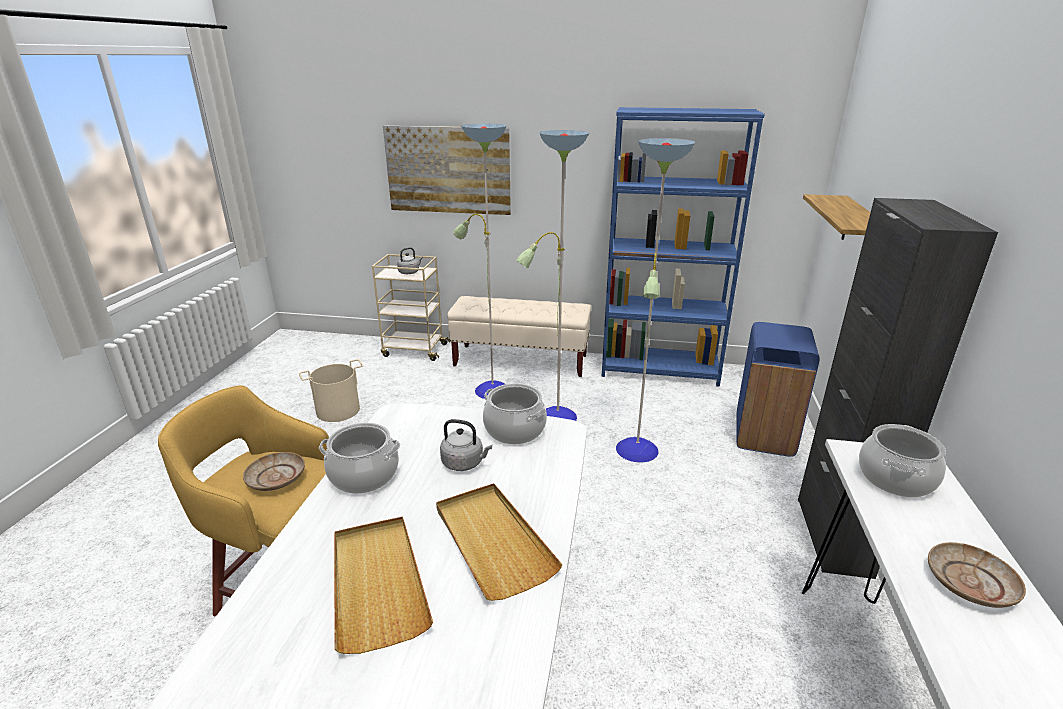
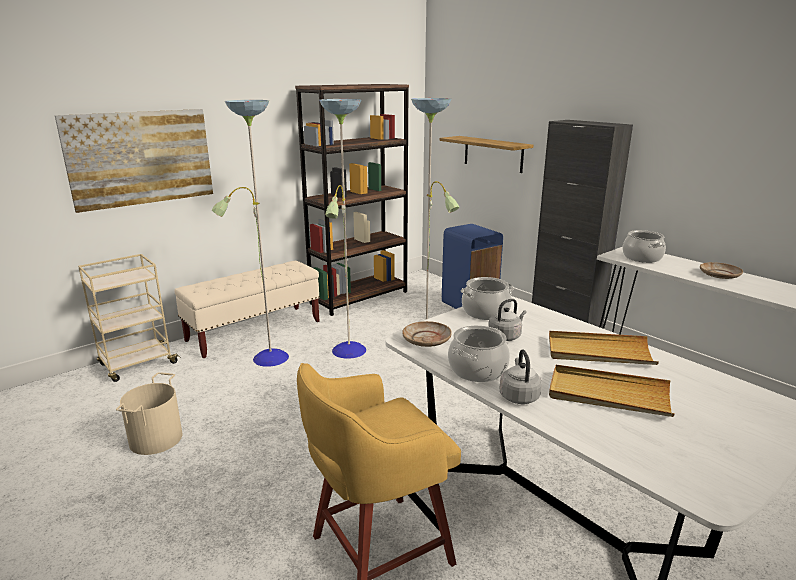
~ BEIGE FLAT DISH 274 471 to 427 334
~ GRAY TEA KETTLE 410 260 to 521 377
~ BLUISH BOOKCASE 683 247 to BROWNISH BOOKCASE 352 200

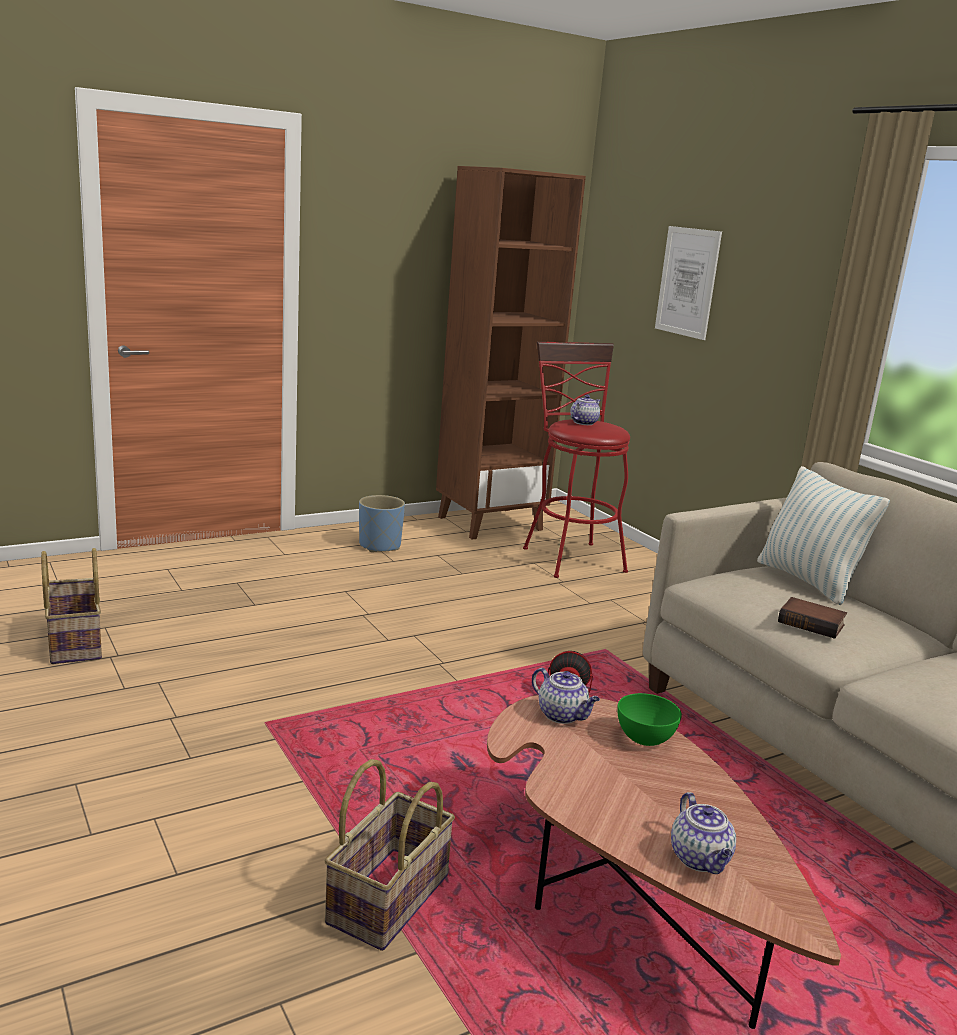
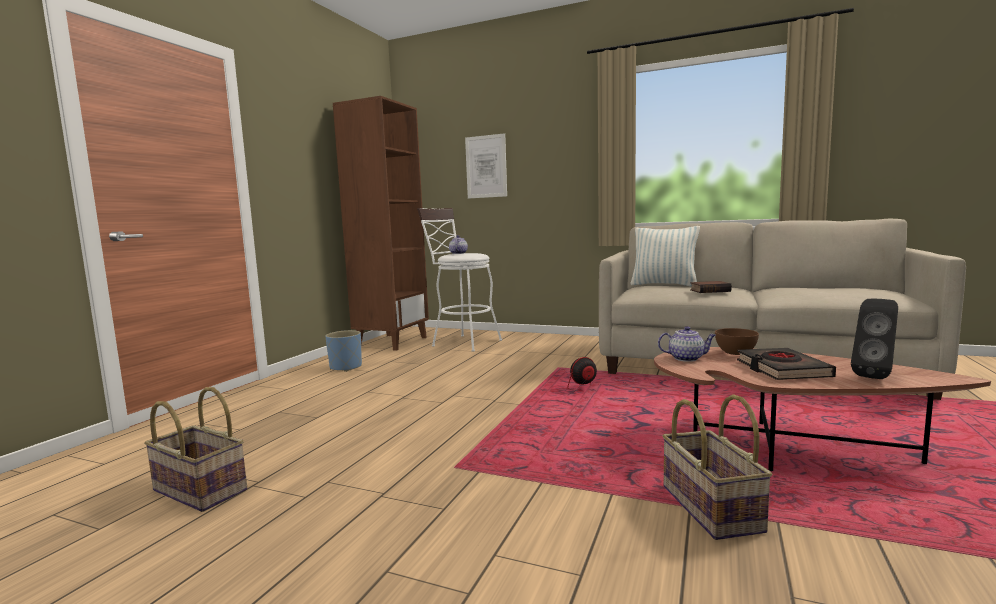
+ BLACKISH VOLUME 786 364
~ TEA POT 703 833 to BLACKISH SPEAKER 874 339
~ RED STOOL 576 459 to WHITE-COLOURED STOOL 459 280
~ GREEN-COLOURED SERVING BOWL 649 719 to BROWNISH SERVING BOWL 737 341

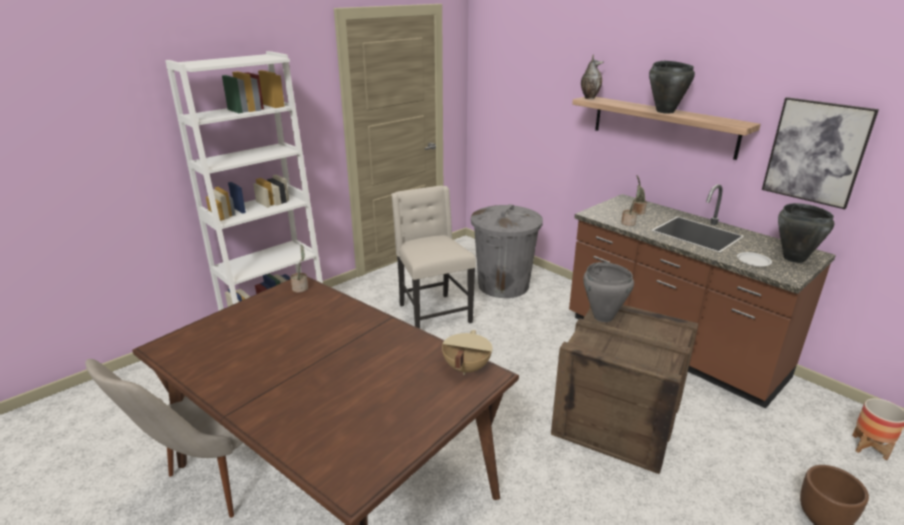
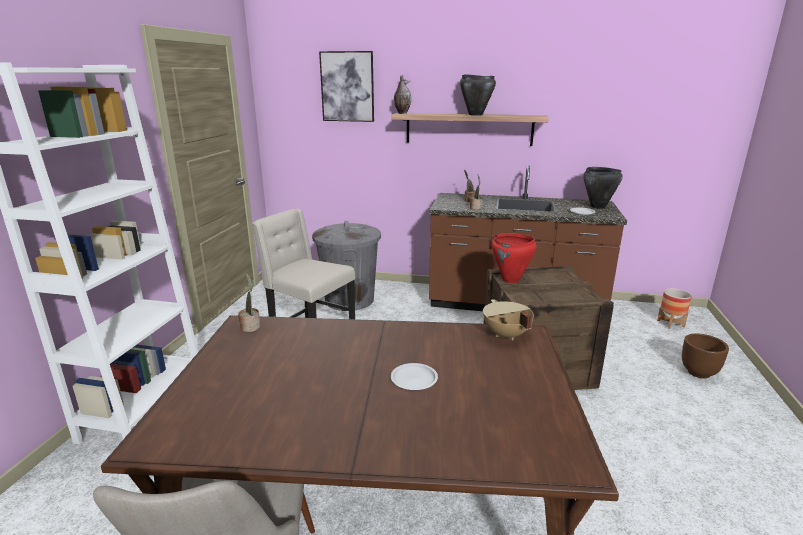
+ WHITE-COLOURED FLAT DISH 414 376
~ WALL PICTURE 820 153 to 346 86
~ GRAY STOCKPOT 608 292 to RED STOCKPOT 514 258

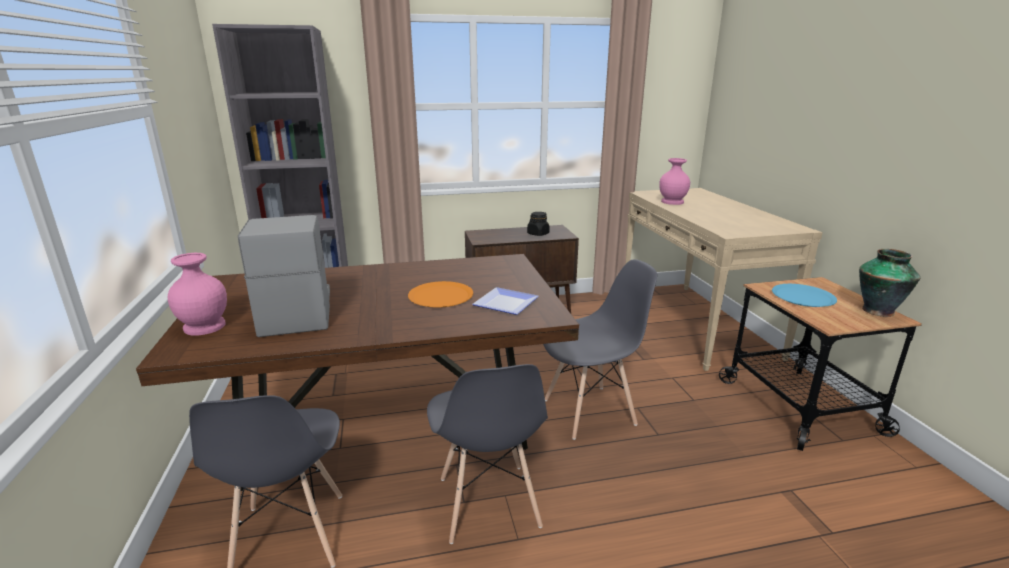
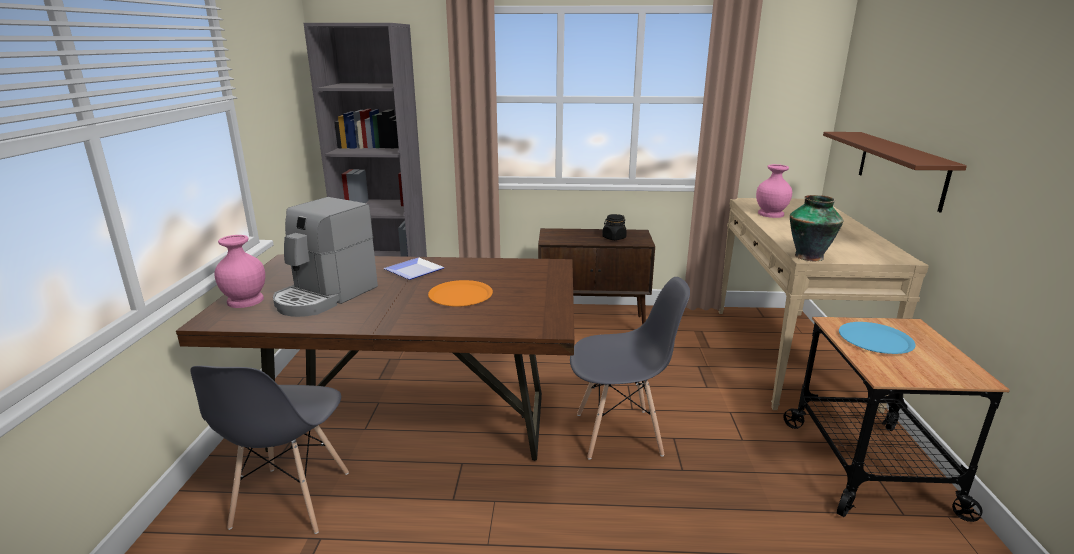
- GRAY CHAIR 487 454
+ BROWNISH WALL SHELF 895 172
~ FLAT DISH 505 301 to 414 268
~ DECORATIVE VASE 889 283 to 817 228
~ COFFEE MACHINE 284 276 = 325 257 150 degrees counterclockwise

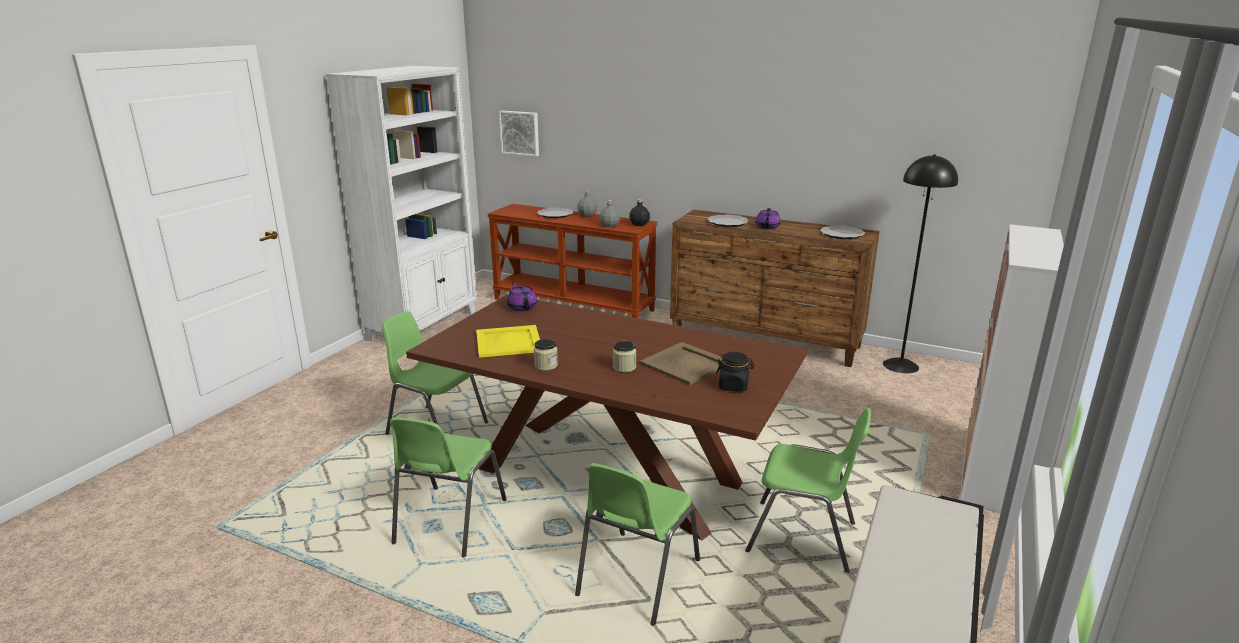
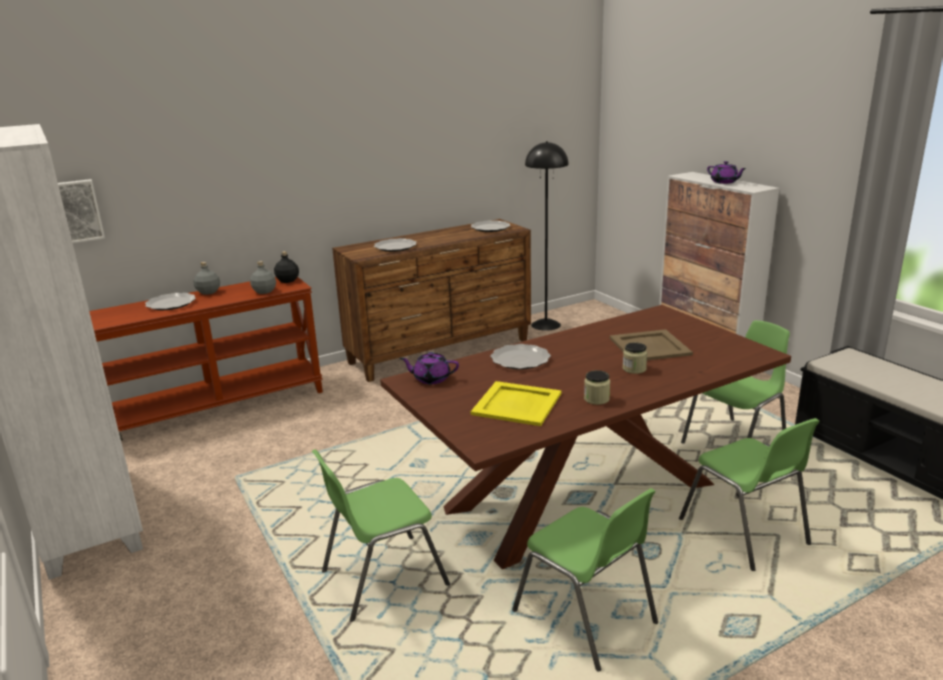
- BLACKISH JAR 735 372
+ FLAT DISH 520 357
~ PURPLE TEA POT 768 218 to 726 172

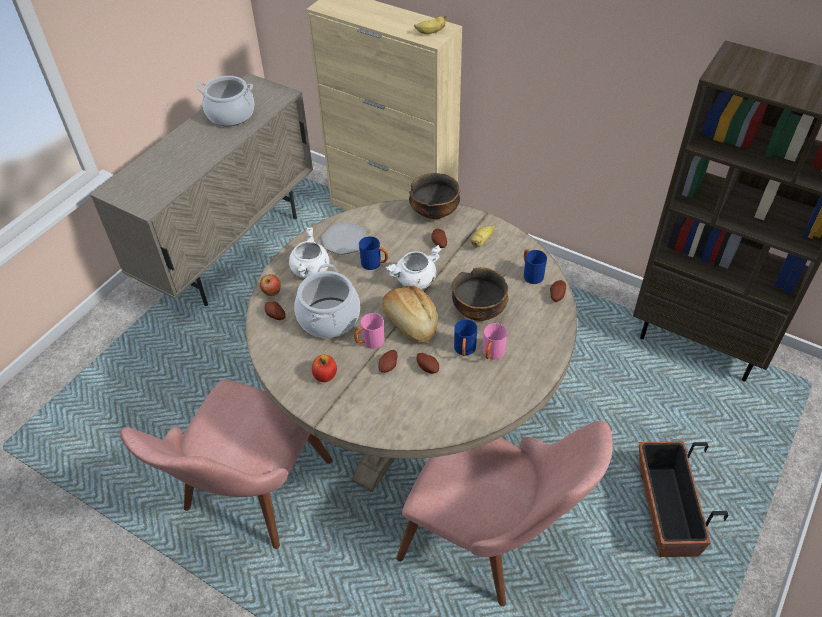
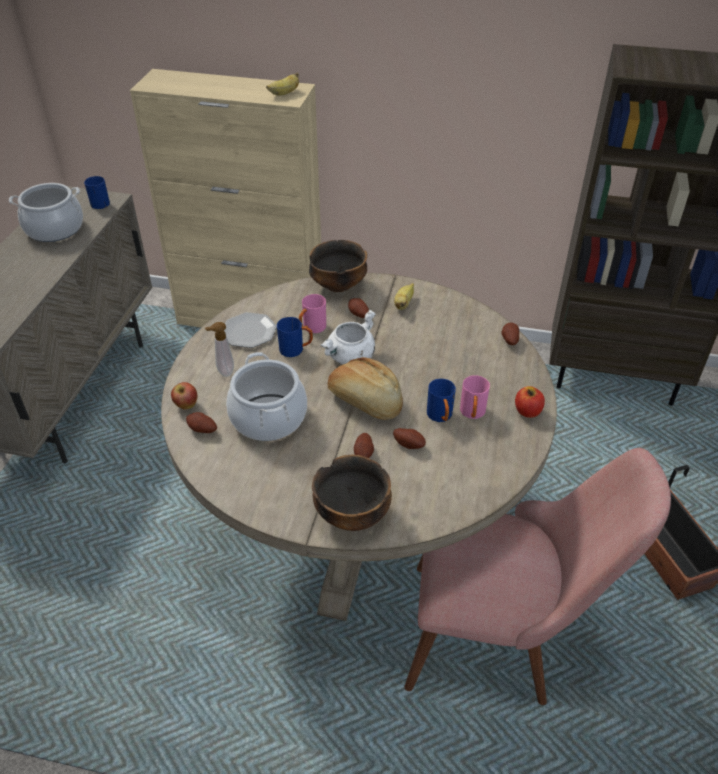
- PINK-COLOURED CHAIR 226 464
~ APPLE 324 368 to 530 402
~ PINK-COLOURED MUG 369 331 to 312 313
~ SERVING BOWL 480 294 to 352 493
~ BLUISH MUG 535 266 to 97 192
~ WHITE-COLOURED STOCKPOT 309 252 to SOAP DISPENSER 219 349

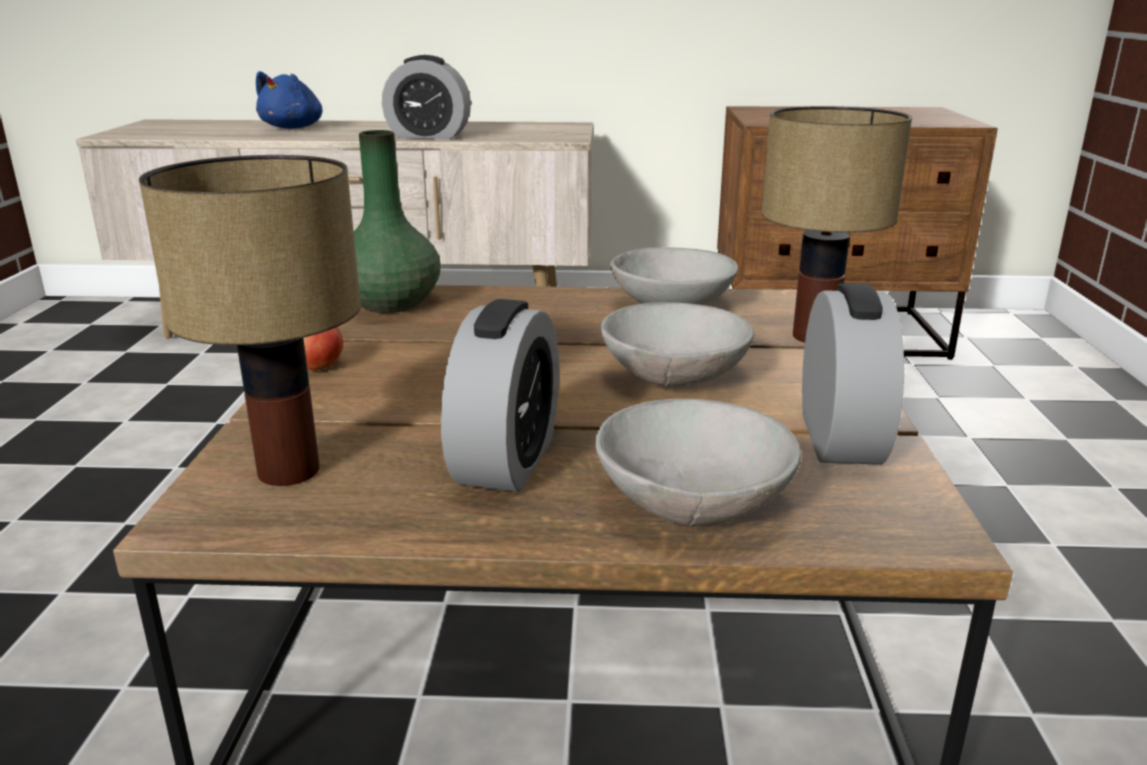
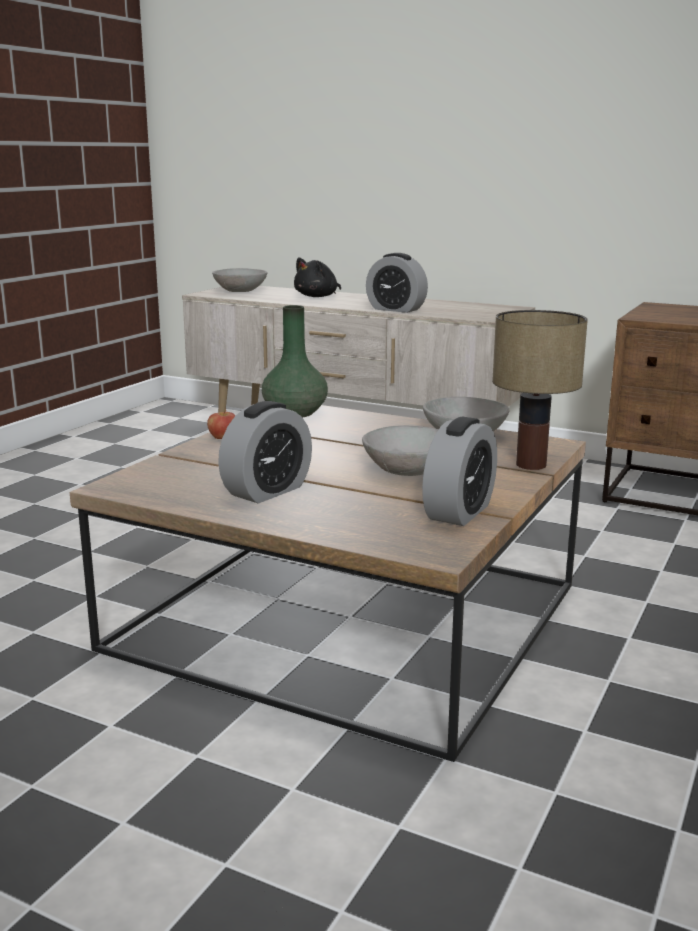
- LAMP FOR A TABLE 250 320
~ GRAY SERVING BOWL 698 462 to 239 280
~ BLUISH CUDDLY TOY 289 100 to BLACKISH CUDDLY TOY 317 277

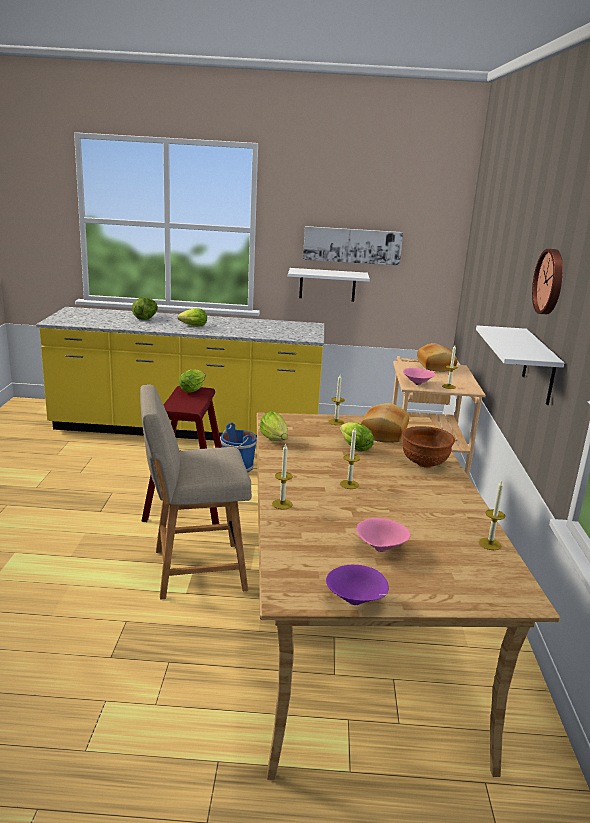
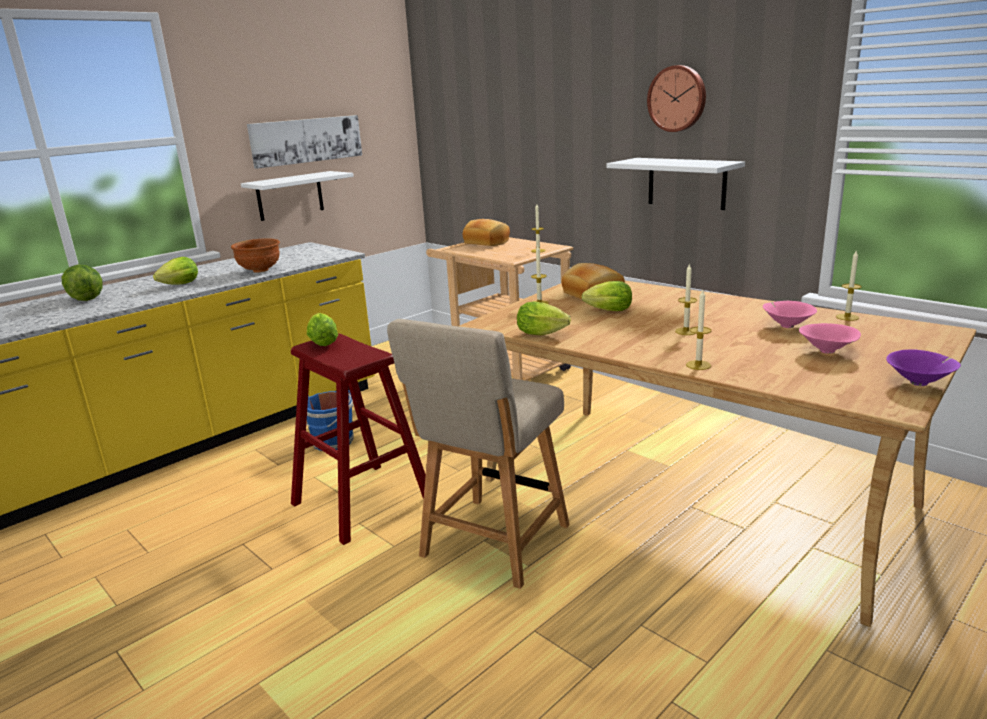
~ BROWNISH SERVING BOWL 428 447 to 255 255
~ PINK-COLOURED SERVING BOWL 419 376 to 790 314

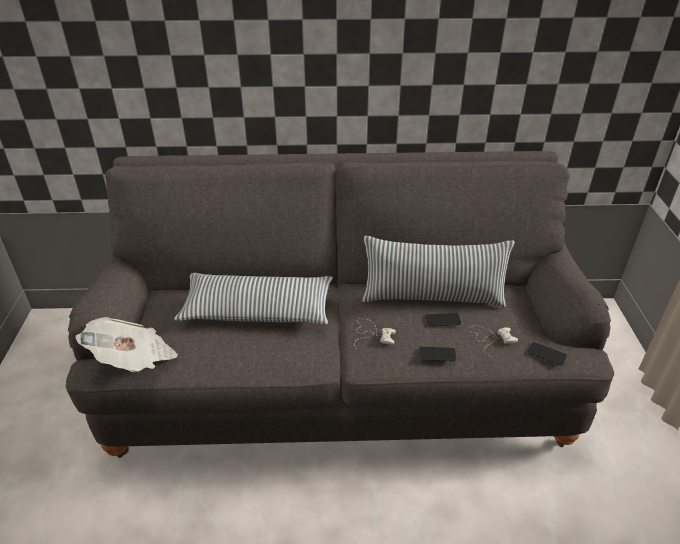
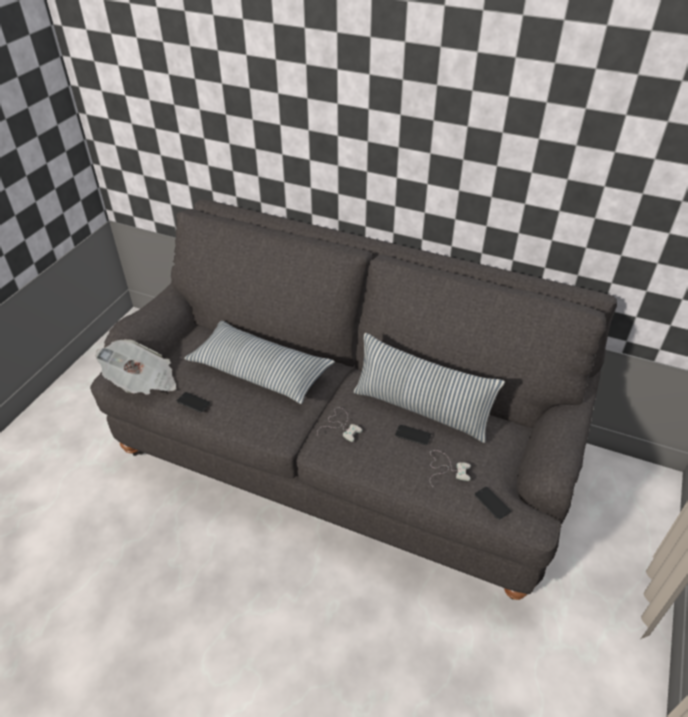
~ PHONE 438 354 to 193 402

